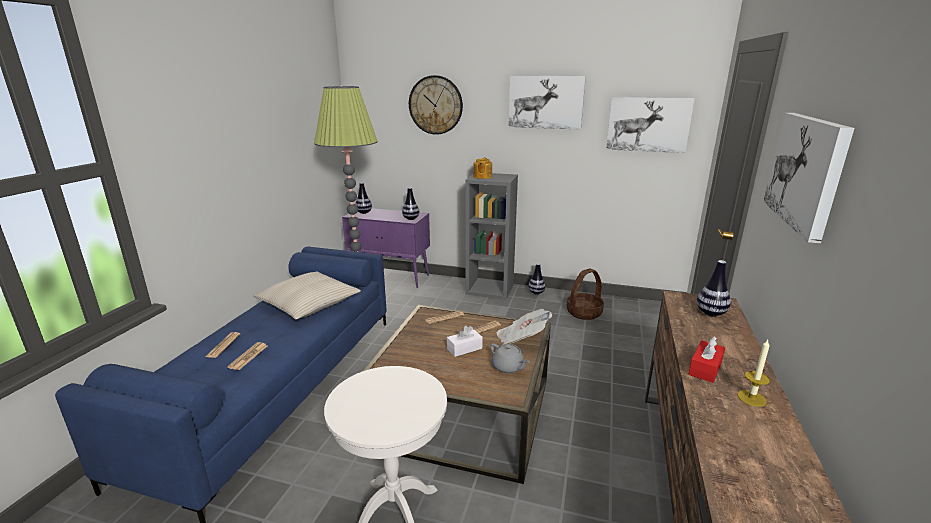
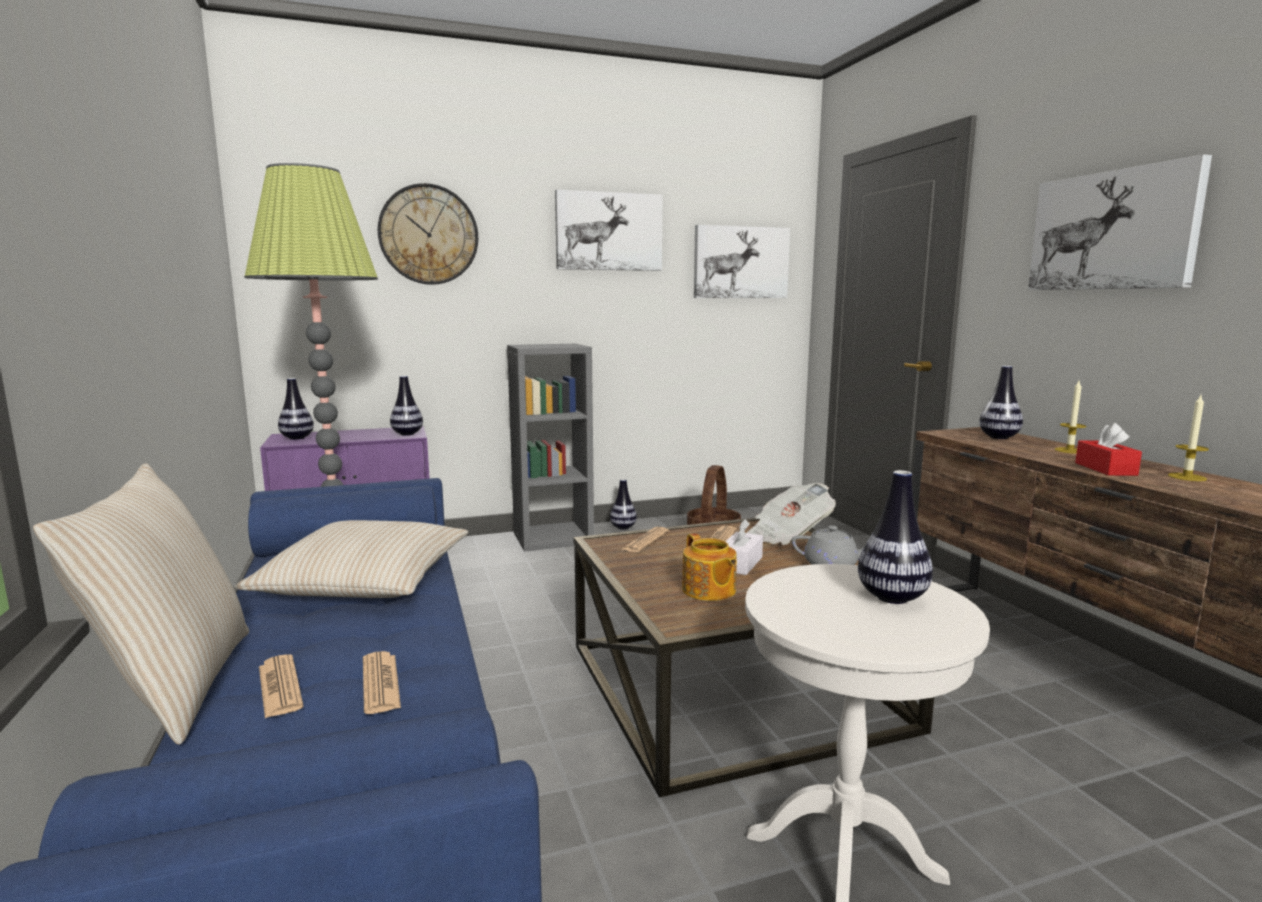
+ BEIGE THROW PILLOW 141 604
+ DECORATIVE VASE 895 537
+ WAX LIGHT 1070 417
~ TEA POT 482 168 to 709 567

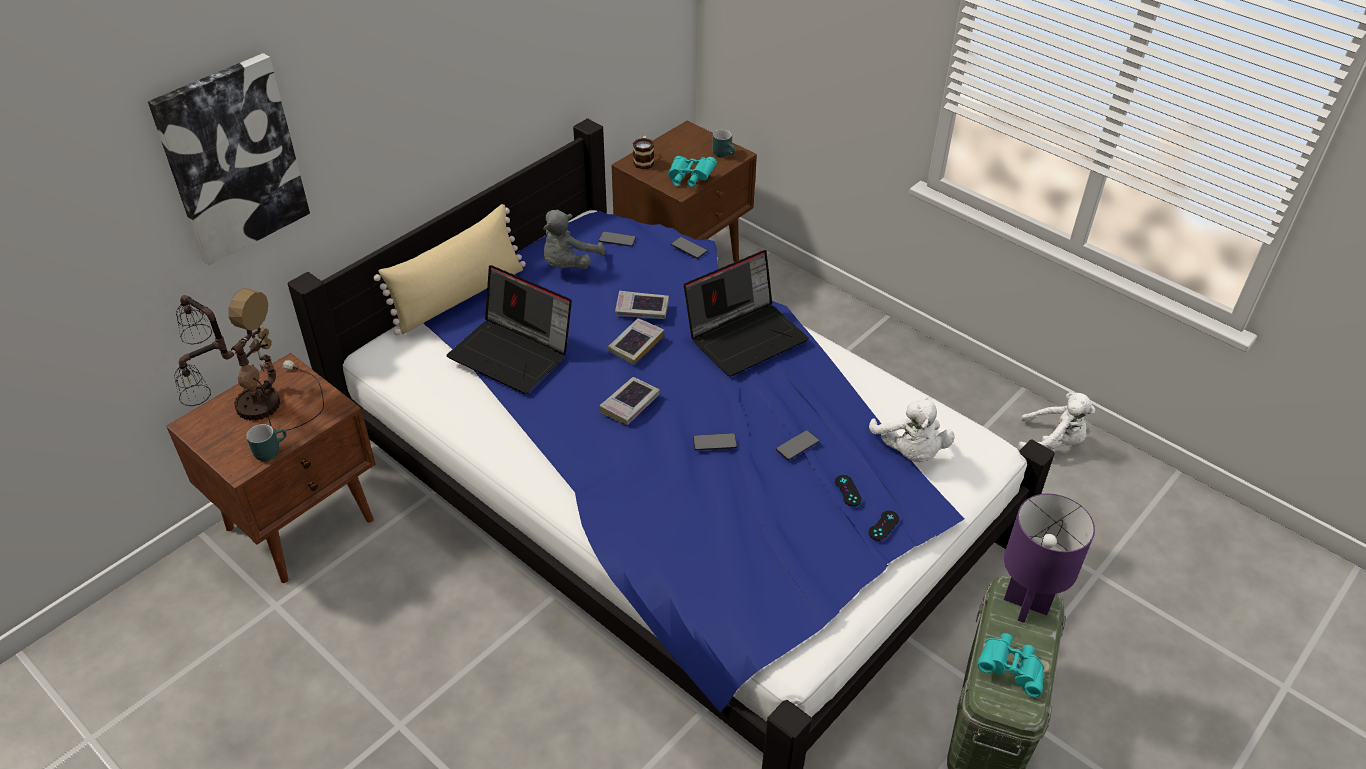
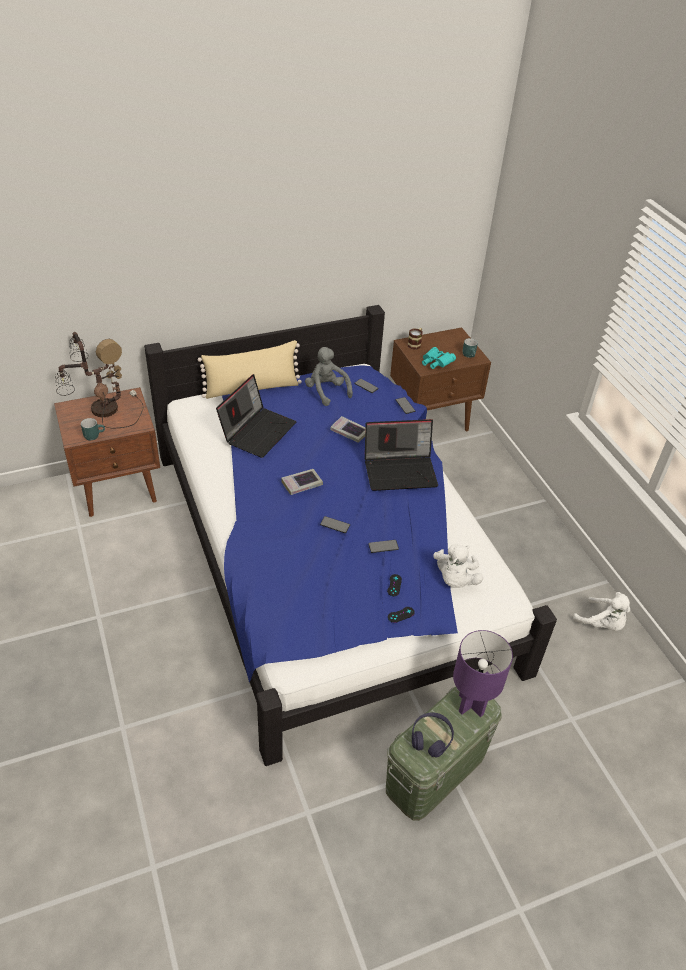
- WALL PICTURE 229 159
- VOLUME 636 341
~ TURQUOISE-COLOURED FIELD GLASSES 1010 665 to PURPLE HEADPHONES 433 734
~ NOTEBOOK COMPUTER 509 329 = 256 416 120 degrees counterclockwise
~ GRAY CUDDLY TOY 574 240 = 329 376 90 degrees clockwise

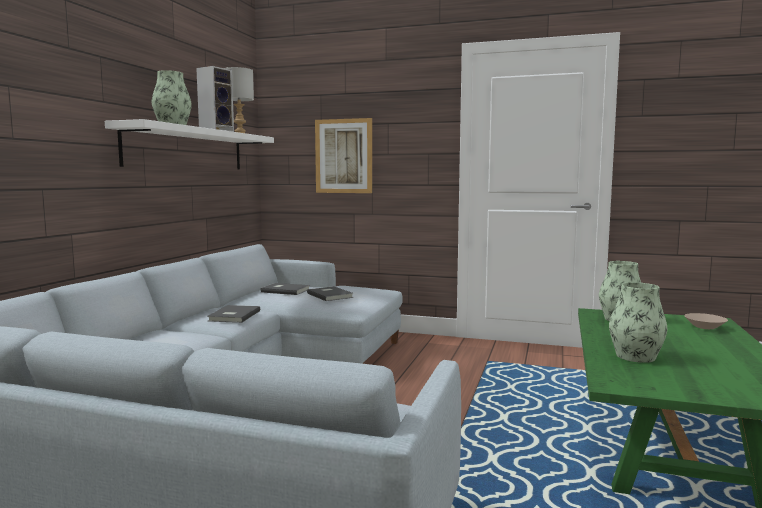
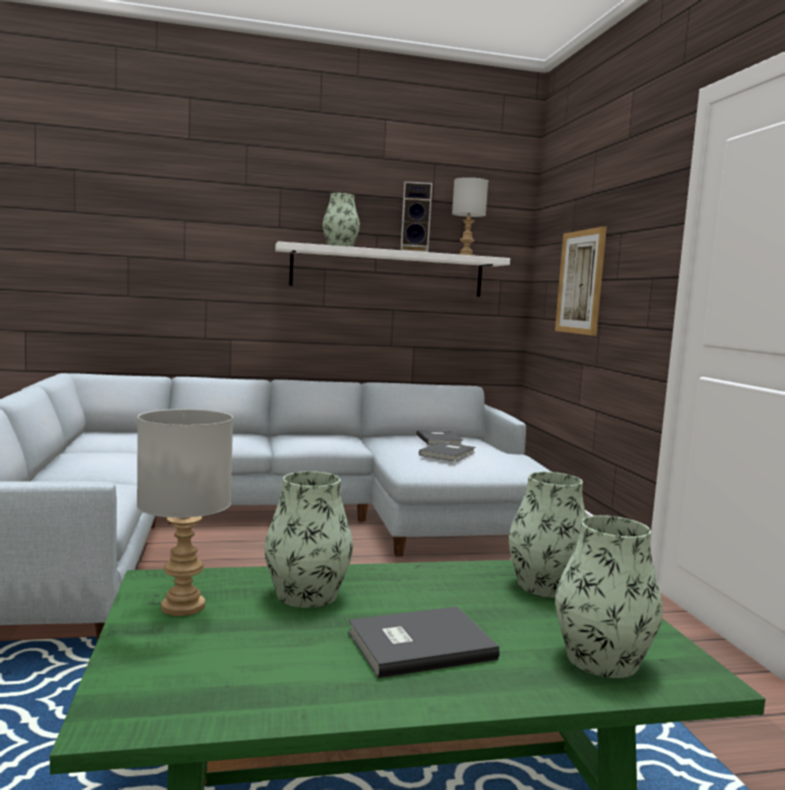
+ GRAY LAMP FOR A TABLE 185 512
~ GRAY VOLUME 233 314 to 424 642
~ BEIGE SERVING BOWL 706 321 to DECORATIVE VASE 609 596

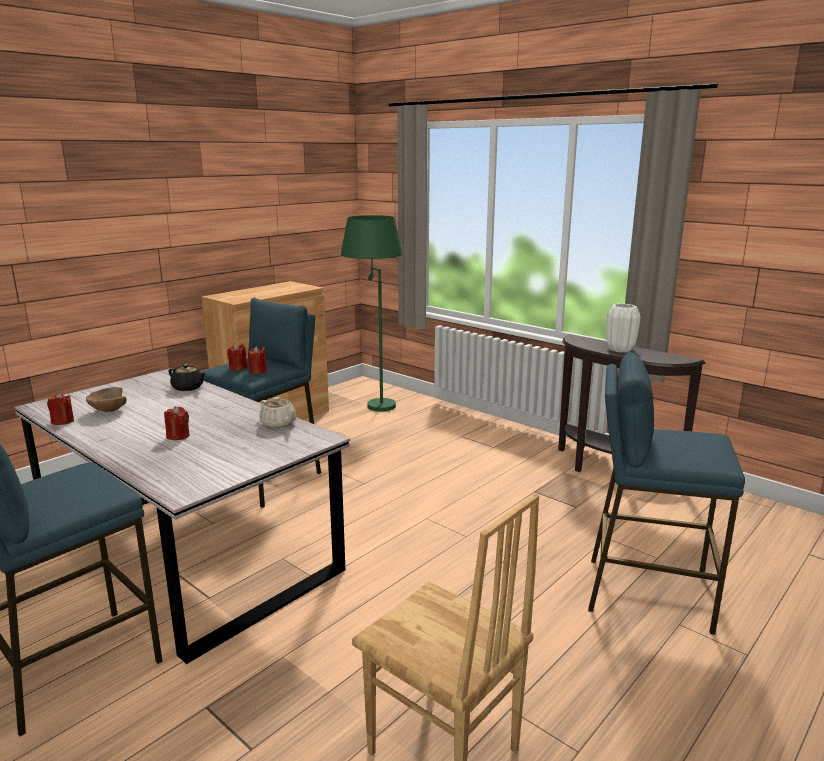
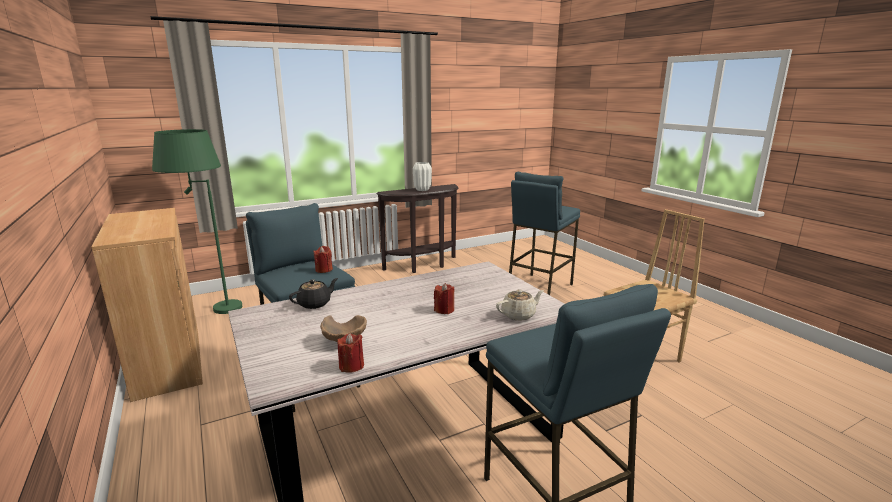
- RED WAX LIGHT 237 357
~ BEIGE TEA POT 278 413 to 520 305

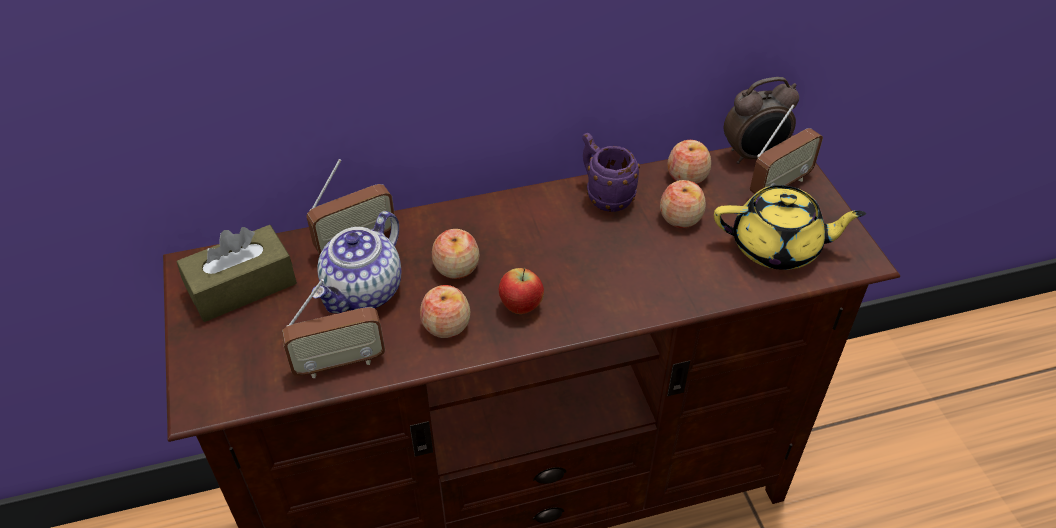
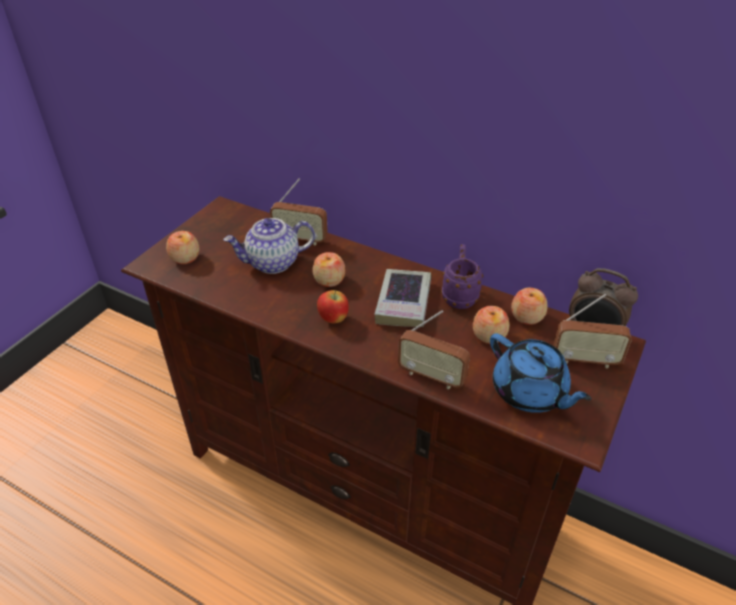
- BROWNISH TISSUE BOX 237 273
+ VOLUME 402 298
~ RADIO SET 333 328 to 434 349
~ APPLE 445 311 to 182 247
~ YELLOW TEA POT 790 227 to BLUISH TEA POT 541 373

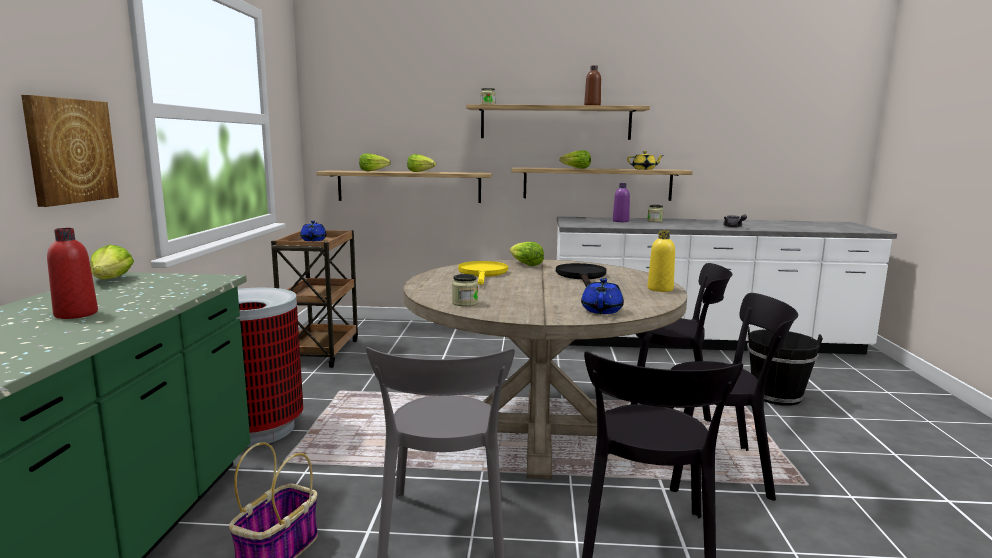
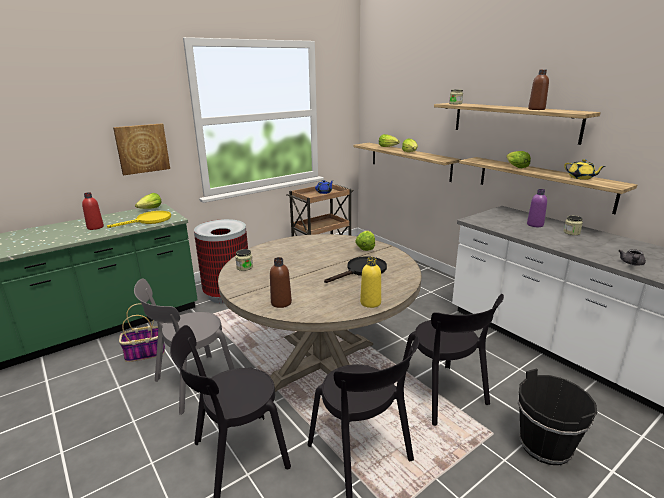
~ YELLOW SKILLET 483 273 to 139 219
~ BLUISH TEA POT 602 296 to BROWNISH DRINK BOTTLE 281 282

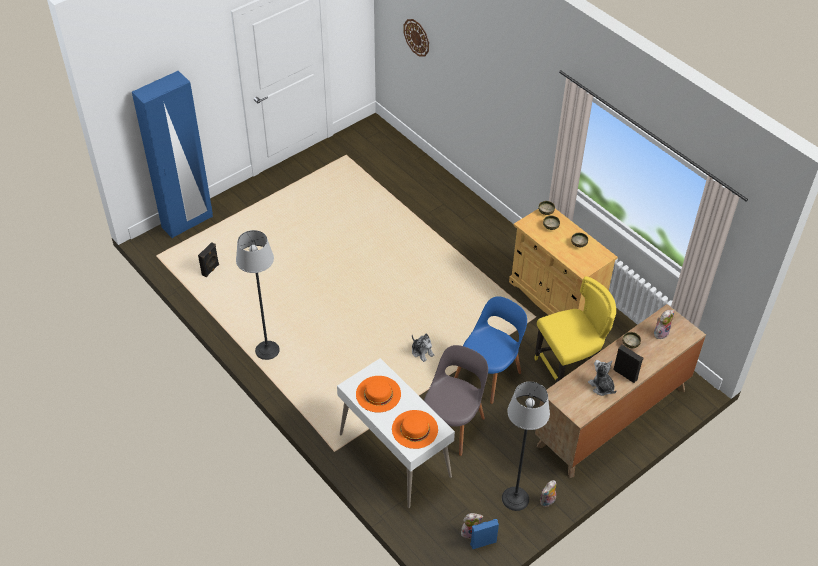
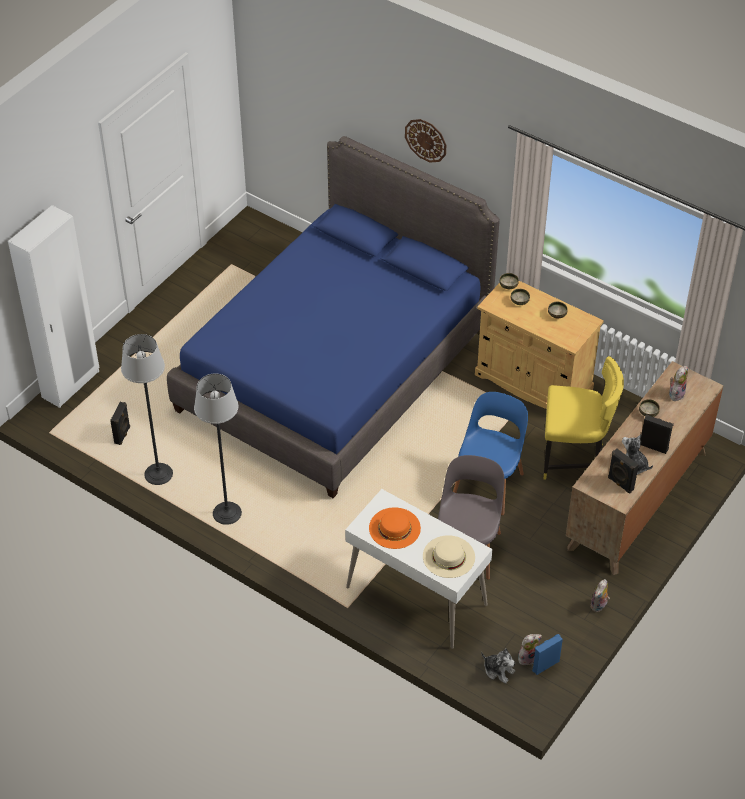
+ BLUISH BEDROOM BED 333 317
+ BLACKISH SPEAKER 623 471
~ CLOCK ON THE WALL 416 38 to 425 141
~ CUDDLY TOY 423 348 to 498 666
~ STANDING LAMP 526 446 to 147 409
~ BLUISH ARMOIRE 172 154 to WHITE-COLOURED ARMOIRE 53 306
~ ORANGE-COLOURED HAT 415 429 to BEIGE HAT 449 556
~ YELLOW CHAIR 575 329 = 584 418 45 degrees clockwise

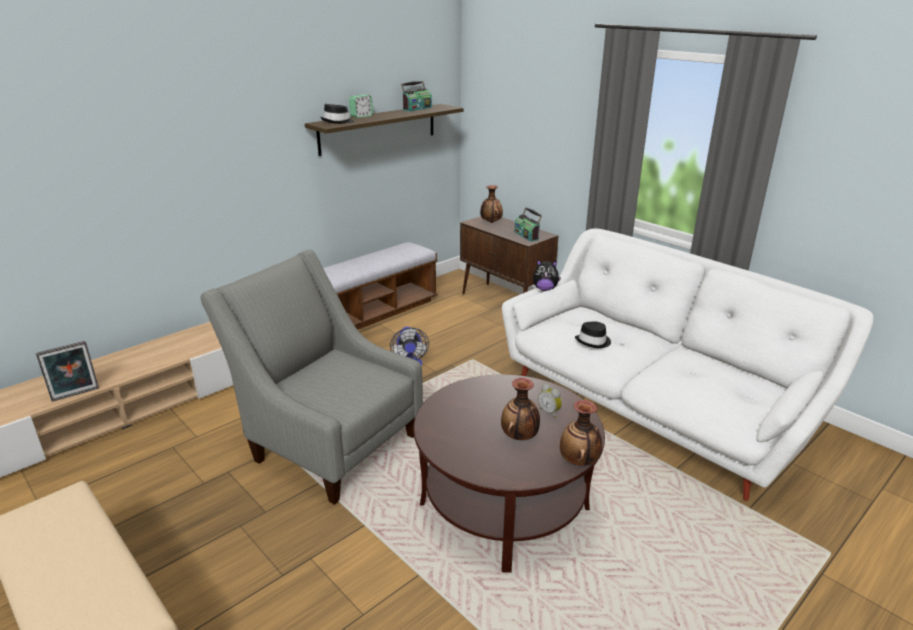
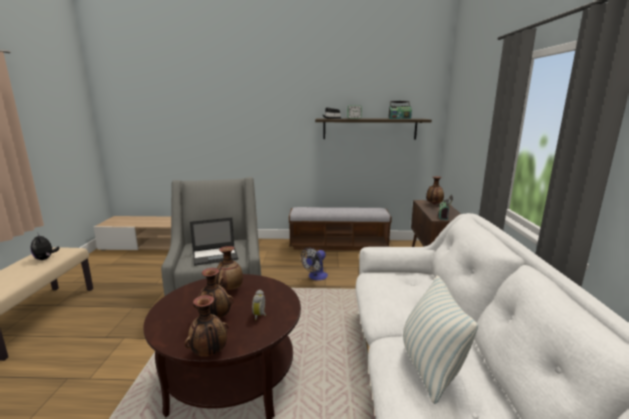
- PHOTO FRAME 67 371
- BLACKISH HAT 593 334
+ NOTEBOOK COMPUTER 214 241
+ DECORATIVE VASE 229 268
+ THROW PILLOW 440 339
~ CUDDLY TOY 547 275 to 45 247

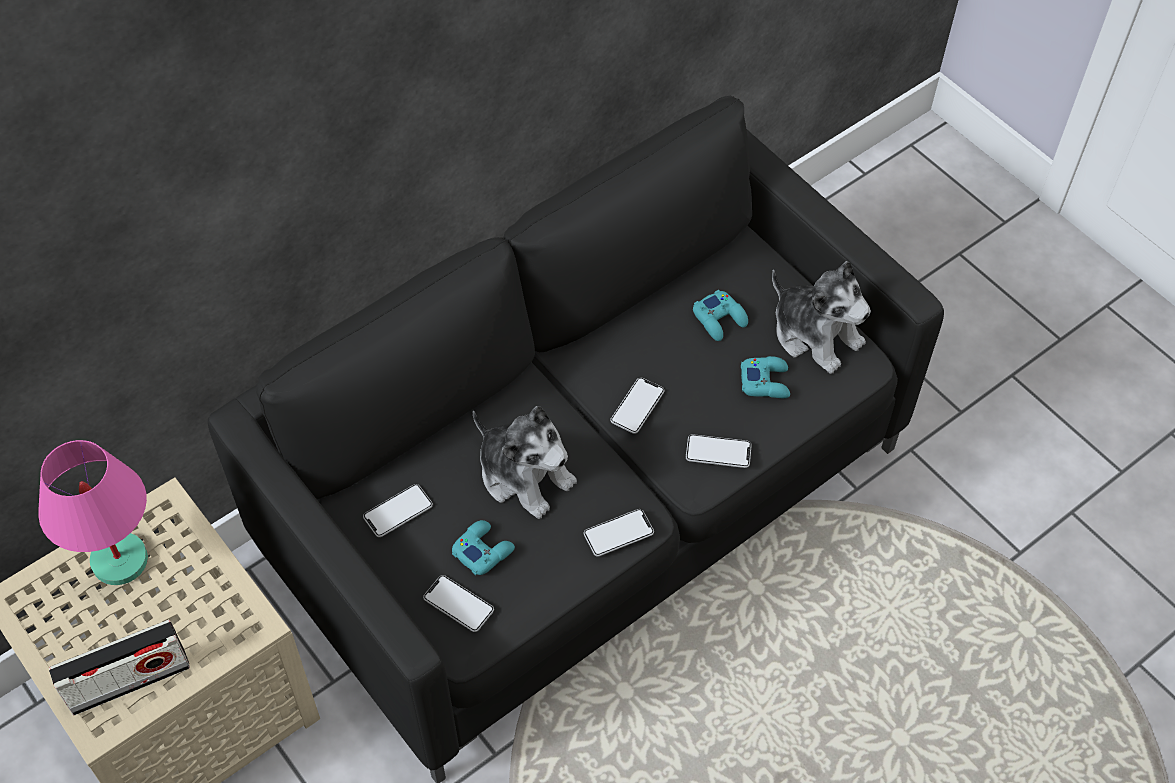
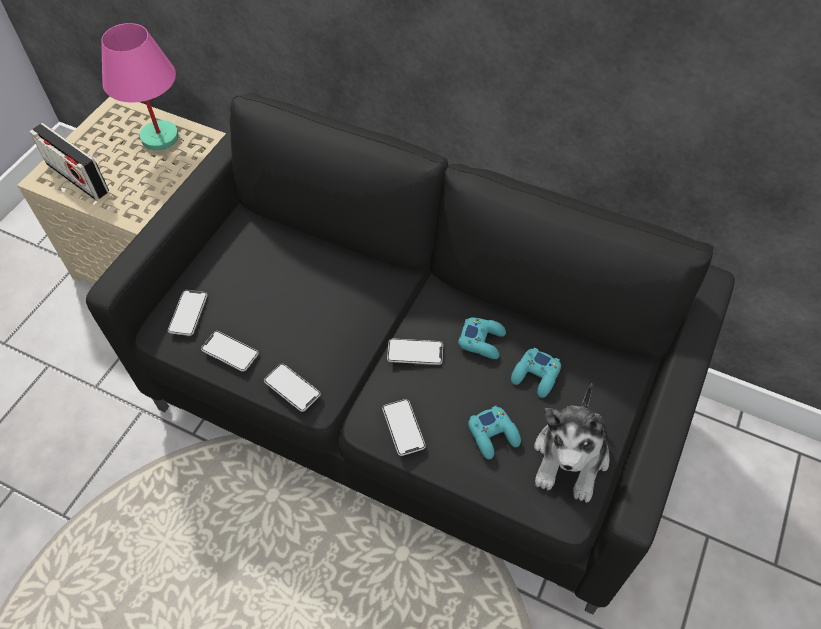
- CUDDLY TOY 525 462
~ PHONE 398 510 to 230 351
~ TURQUOISE-COLOURED GAMEPAD 483 547 to 482 338

